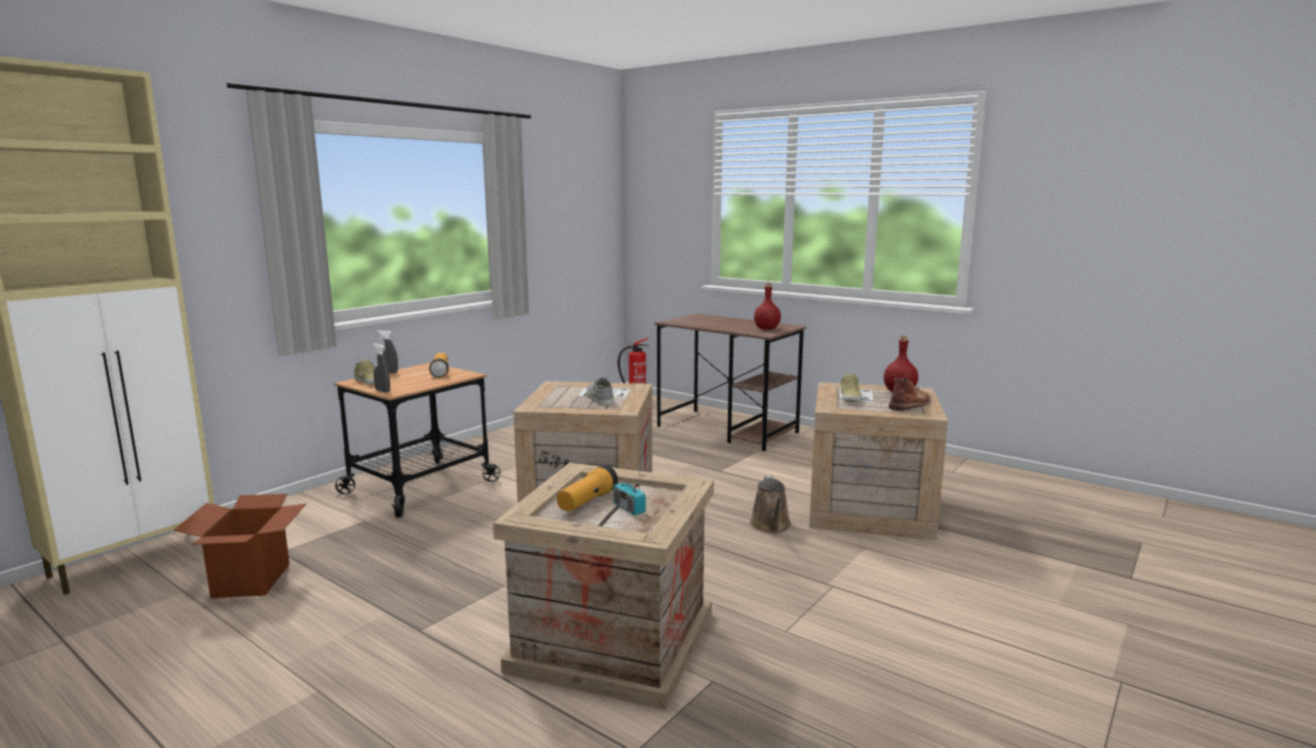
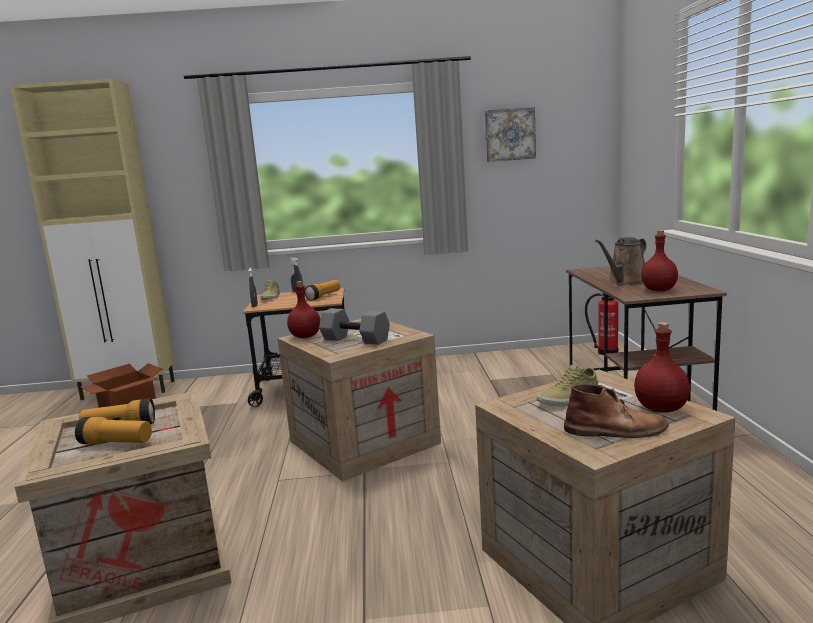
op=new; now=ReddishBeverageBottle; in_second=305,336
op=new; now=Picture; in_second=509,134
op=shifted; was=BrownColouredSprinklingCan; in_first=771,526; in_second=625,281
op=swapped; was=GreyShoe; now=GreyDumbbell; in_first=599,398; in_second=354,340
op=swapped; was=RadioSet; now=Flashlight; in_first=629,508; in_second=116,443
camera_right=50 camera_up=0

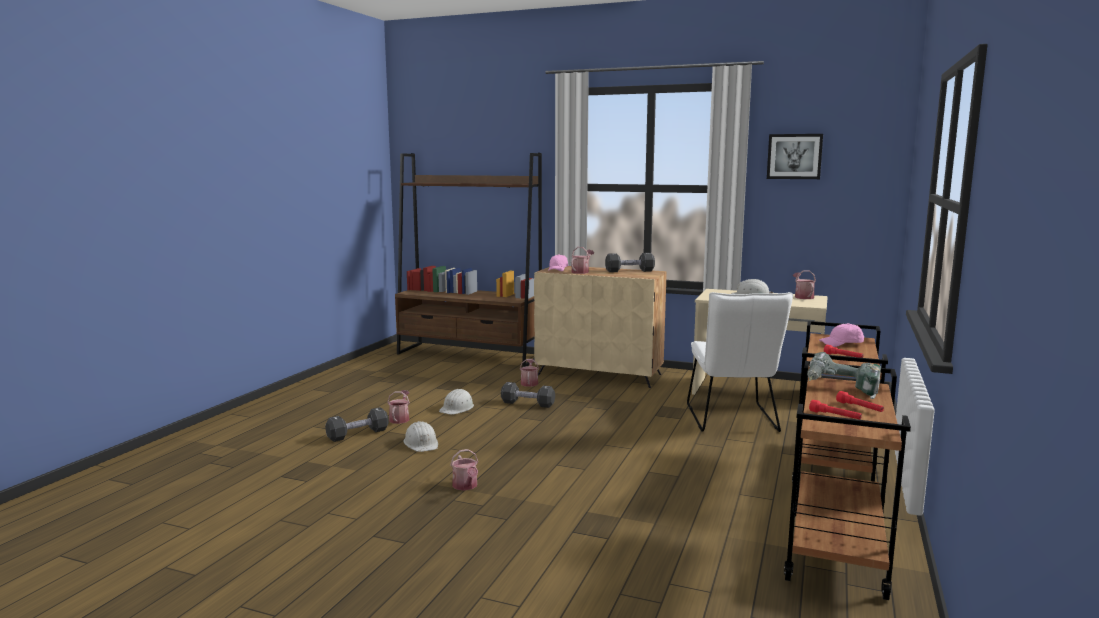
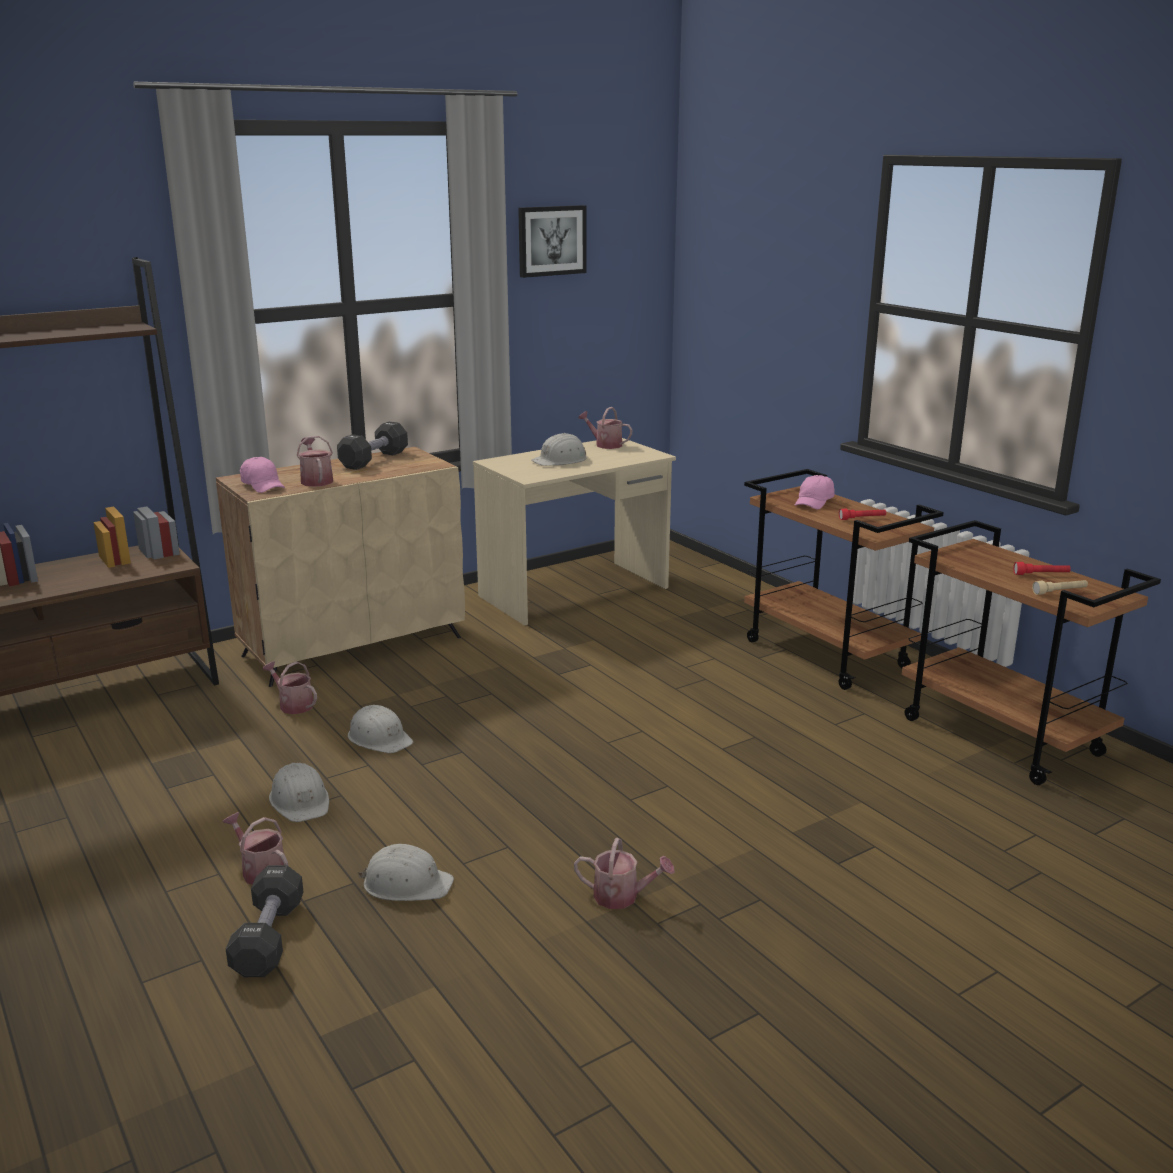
op=gone; was=WhiteColouredPlainChair; in_first=732,420
op=gone; was=Drill; in_first=841,389
op=swapped; was=BlackDumbbell; now=WhiteColouredSafetyHelmet; in_first=527,404; in_second=379,738
op=repainted; was=ReddishFlashlight; now=BeigeColouredFlashlight; in_first=835,416; in_second=1060,592
camera_right=-55 camera_up=10

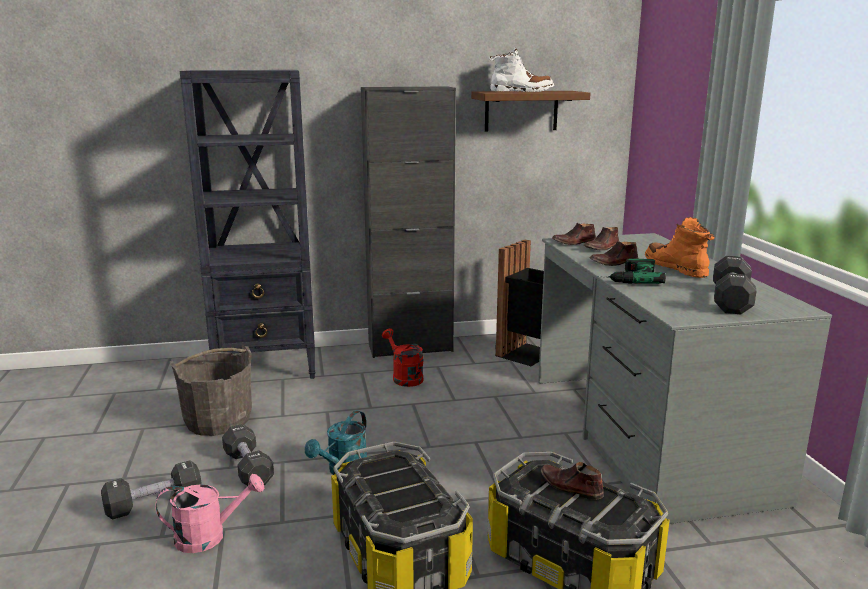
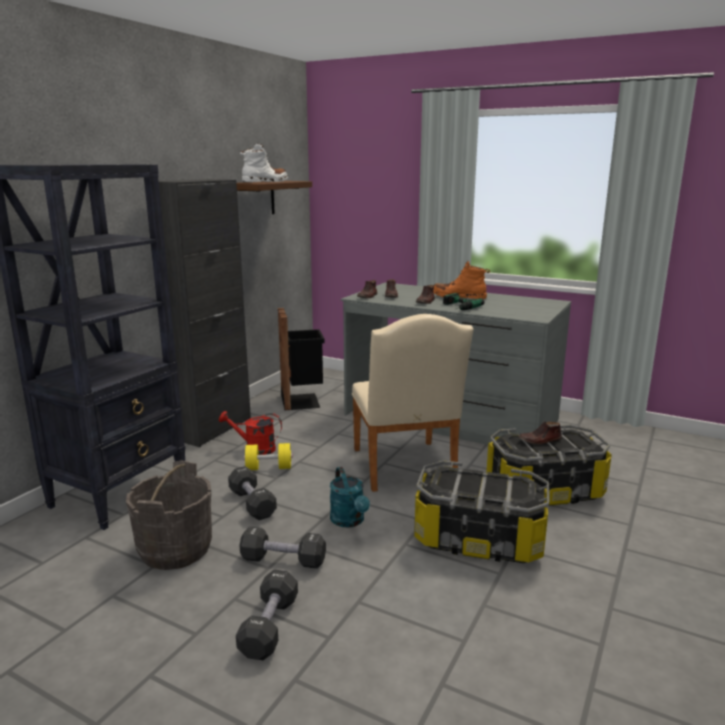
op=gone; was=PinkishSprinklingCan; in_first=209,536
op=new; now=YellowishDumbbell; in_second=269,468
op=new; now=BeigeColouredPlainChair; in_second=405,469
op=shifted; was=BlackDumbbell; in_first=731,300; in_second=252,503
camera_right=-50 camera_up=0

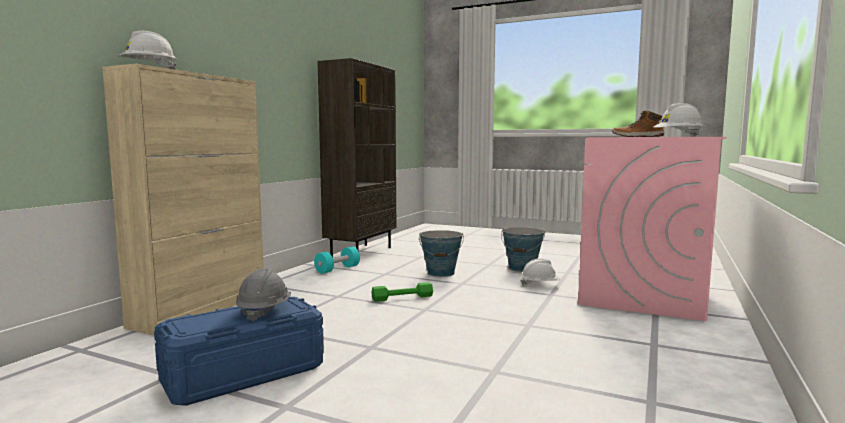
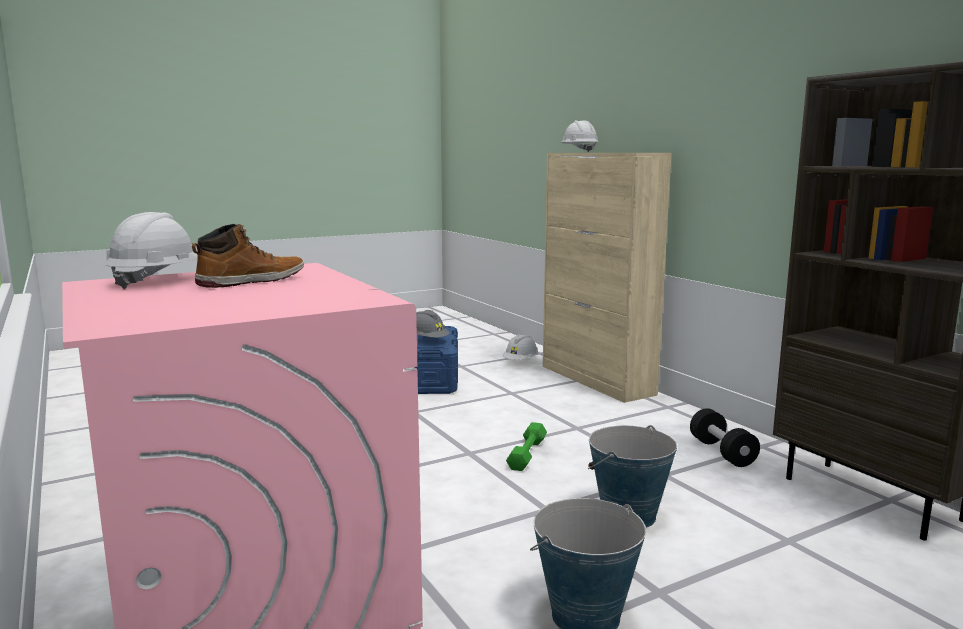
op=shifted; was=WhiteColouredSafetyHelmet; in_first=540,285; in_second=520,361
op=repainted; was=BlueGreenDumbbell; now=BlackDumbbell; in_first=337,269; in_second=722,452
camera_right=125 camera_up=5

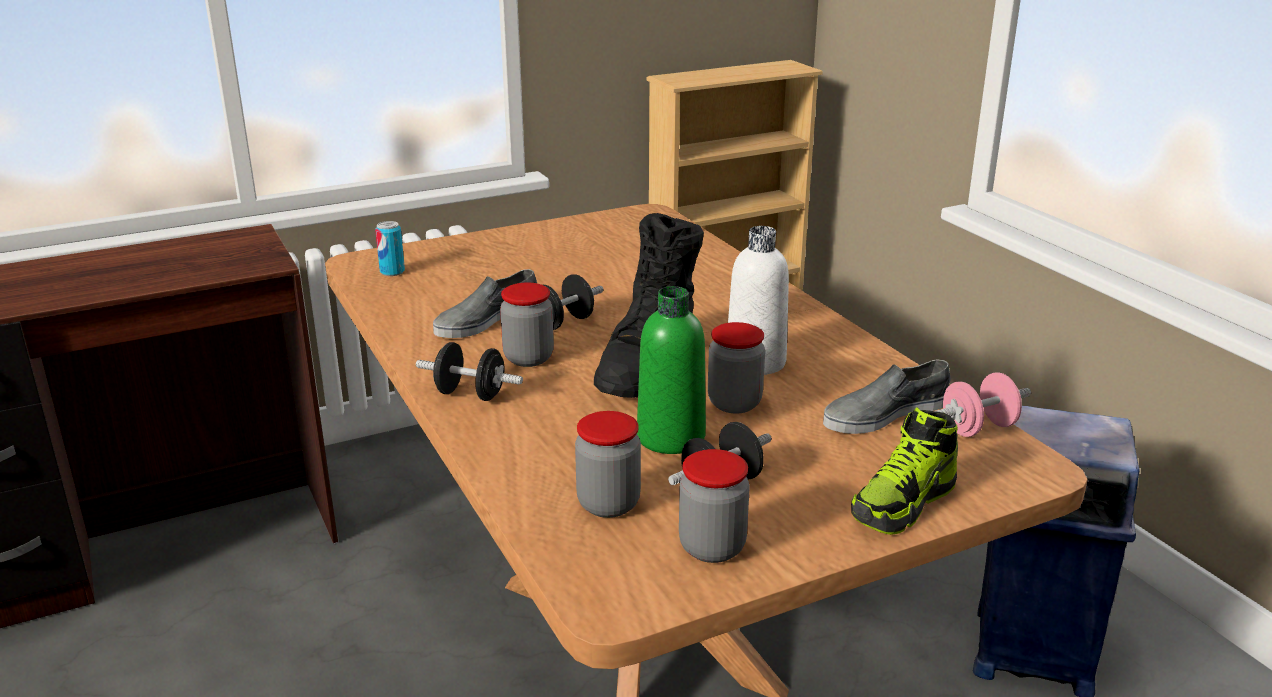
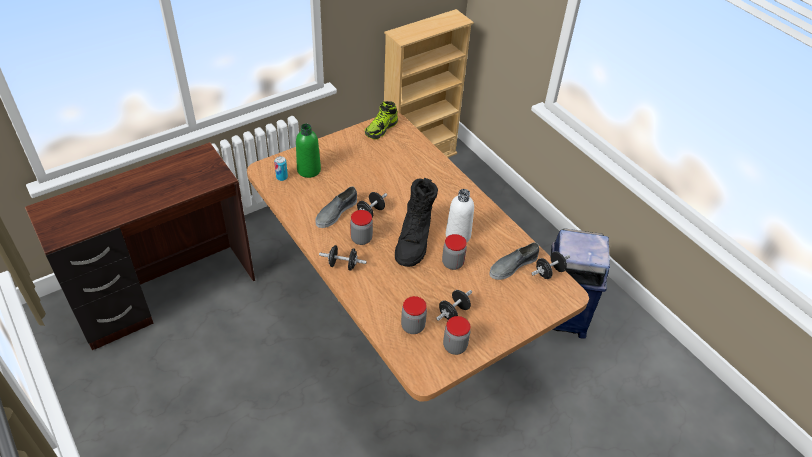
op=shifted; was=GreenishBeverageBottle; in_first=671,437; in_second=309,170
op=shifted; was=Shoe; in_first=903,503; in_second=381,129
op=repainted; was=PinkishDumbbell; now=BlackDumbbell; in_first=978,428; in_second=549,272
camera_right=-10 camera_up=20

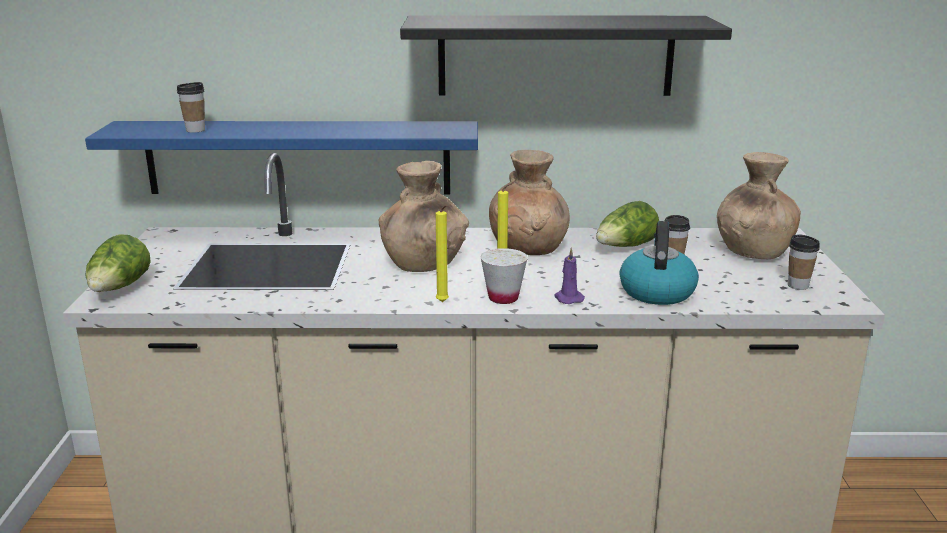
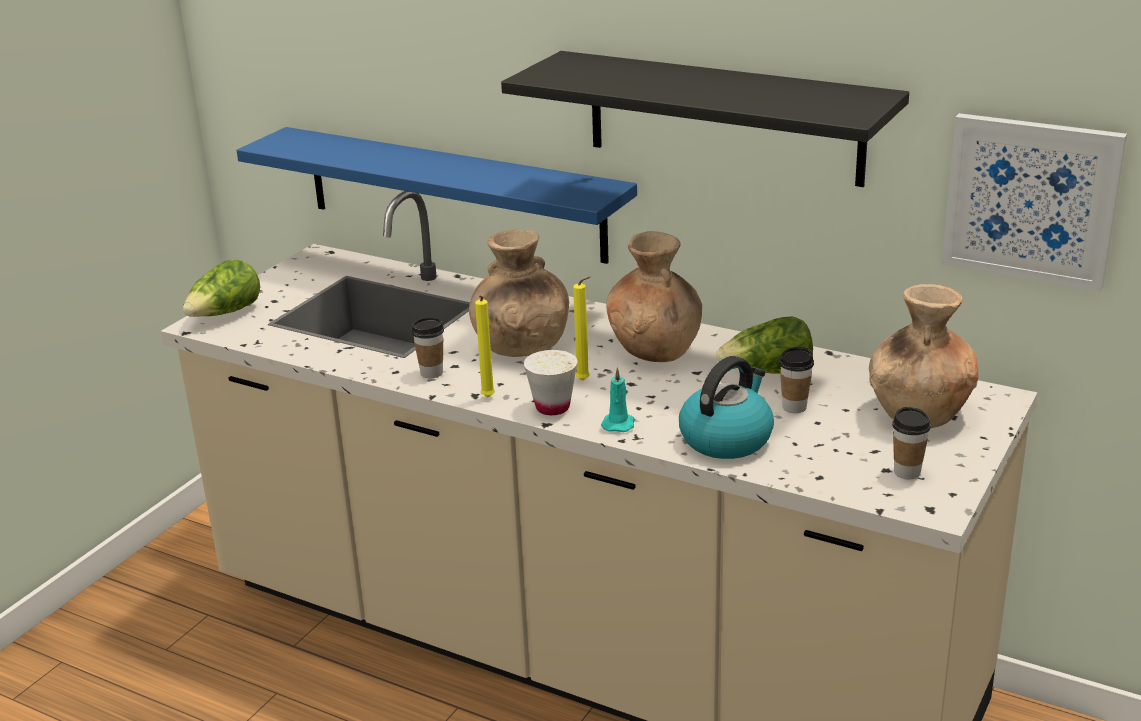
op=new; now=Picture; in_second=1031,200
op=shifted; was=SmallCup; in_first=195,130; in_second=431,373
op=repainted; was=PurpleColouredCandle; now=BlueGreenCandle; in_first=568,298; in_second=618,424
camera_right=30 camera_up=5

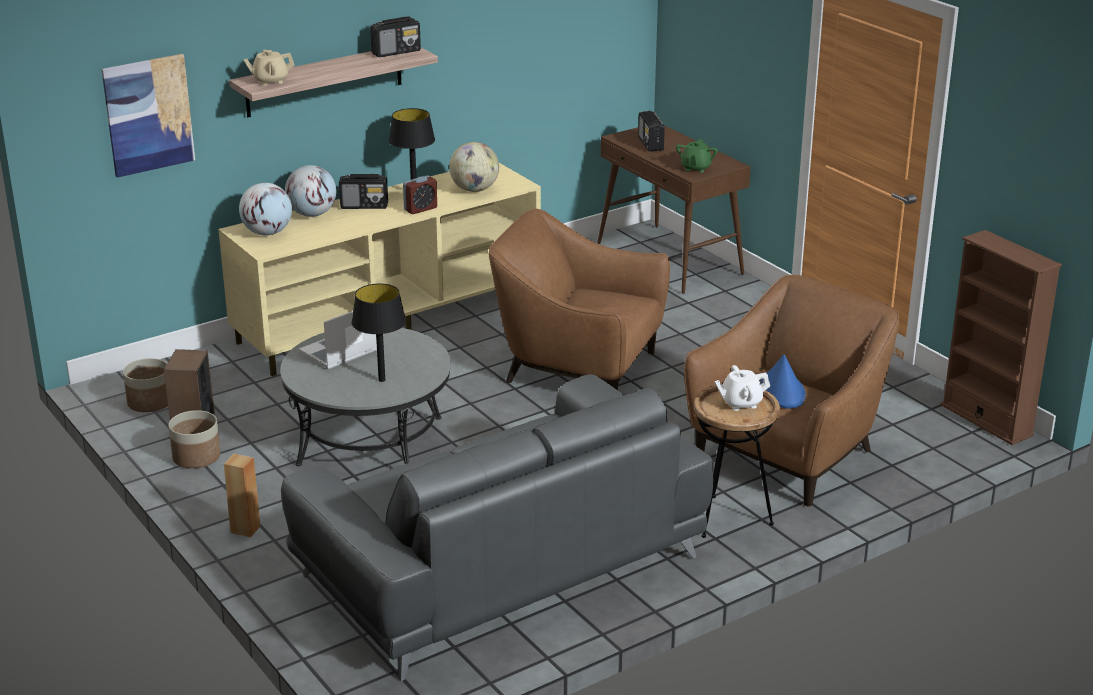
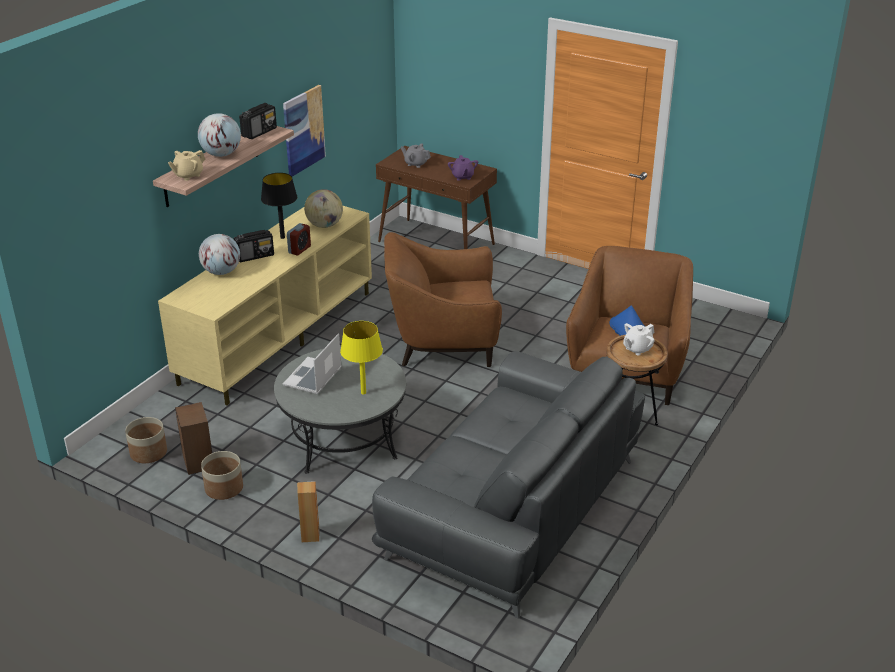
op=gone; was=BrownColouredBookcase; in_first=986,420
op=shifted; was=Picture; in_first=148,115; in_second=303,130
op=shifted; was=Globe; in_first=267,233; in_second=221,154
op=swapped; was=RadioSet; now=GreyTeapot; in_first=651,144; in_second=415,164
op=repainted; was=BlackTabletopLamp; now=YellowishTabletopLamp; in_first=382,380; in_second=363,392
op=repainted; was=GreenishTeapot; now=PurpleColouredTeapot; in_first=695,168; in_second=462,177
camera_right=-25 camera_up=5

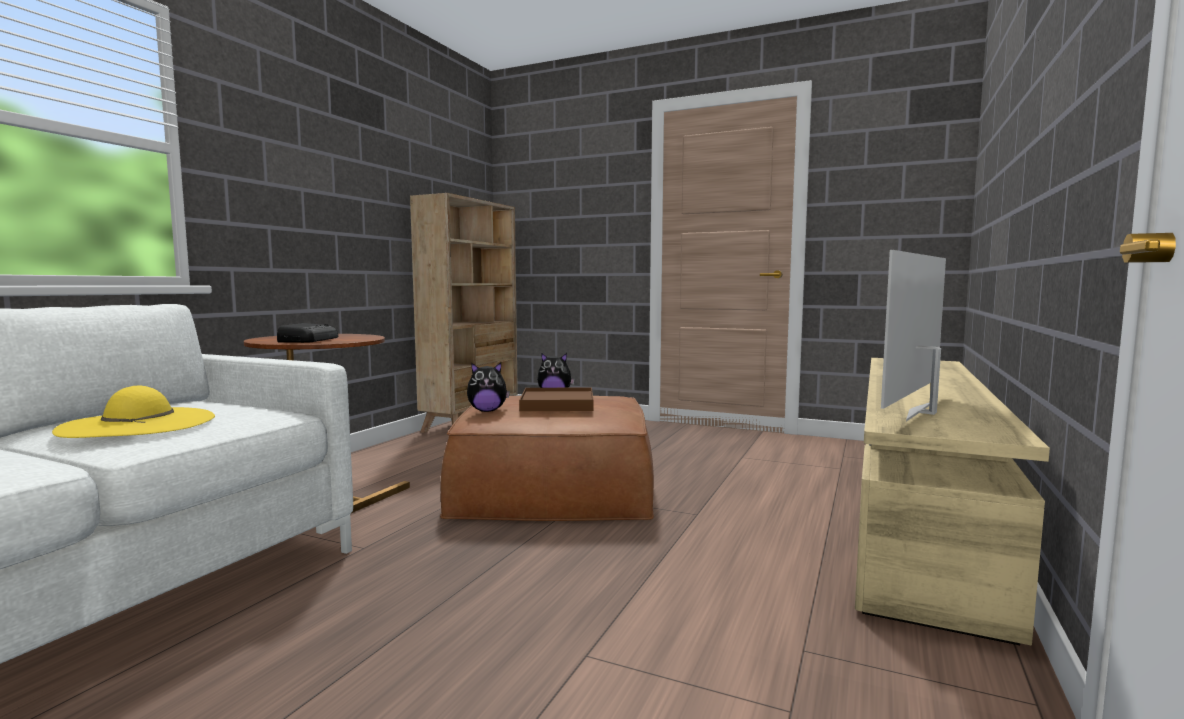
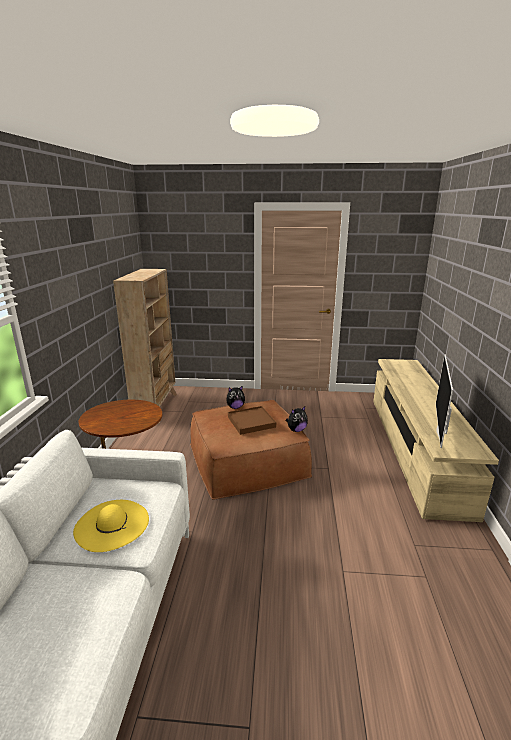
op=gone; was=RadioSet; in_first=309,340
op=shifted; was=SoftToy; in_first=487,411; in_second=296,430
camera_right=-20 camera_up=15

